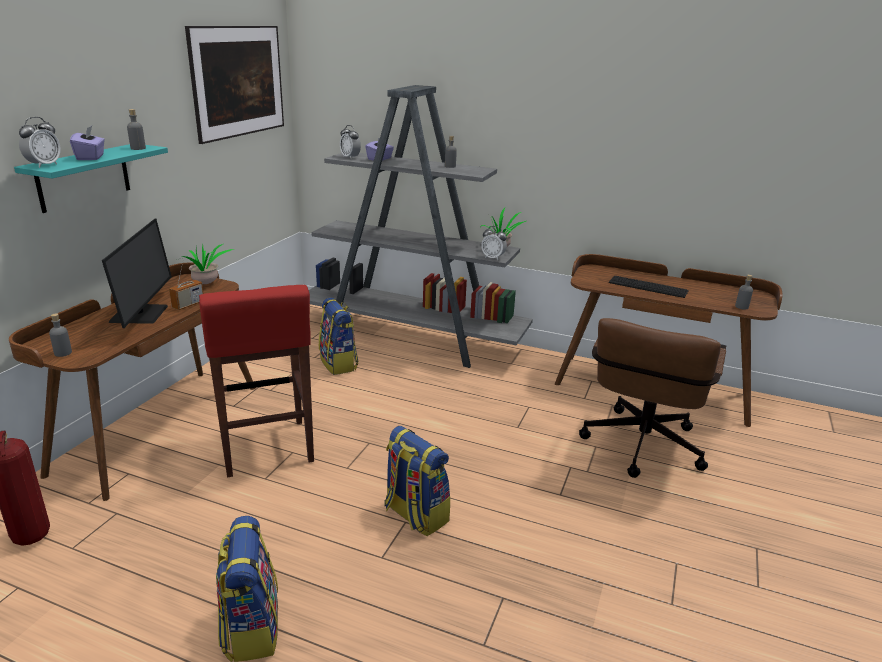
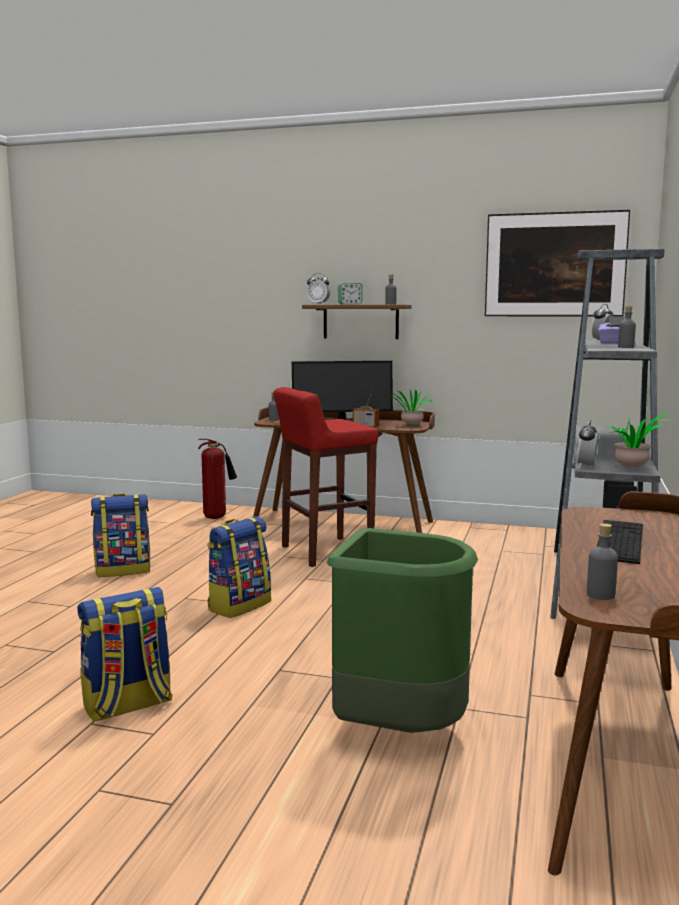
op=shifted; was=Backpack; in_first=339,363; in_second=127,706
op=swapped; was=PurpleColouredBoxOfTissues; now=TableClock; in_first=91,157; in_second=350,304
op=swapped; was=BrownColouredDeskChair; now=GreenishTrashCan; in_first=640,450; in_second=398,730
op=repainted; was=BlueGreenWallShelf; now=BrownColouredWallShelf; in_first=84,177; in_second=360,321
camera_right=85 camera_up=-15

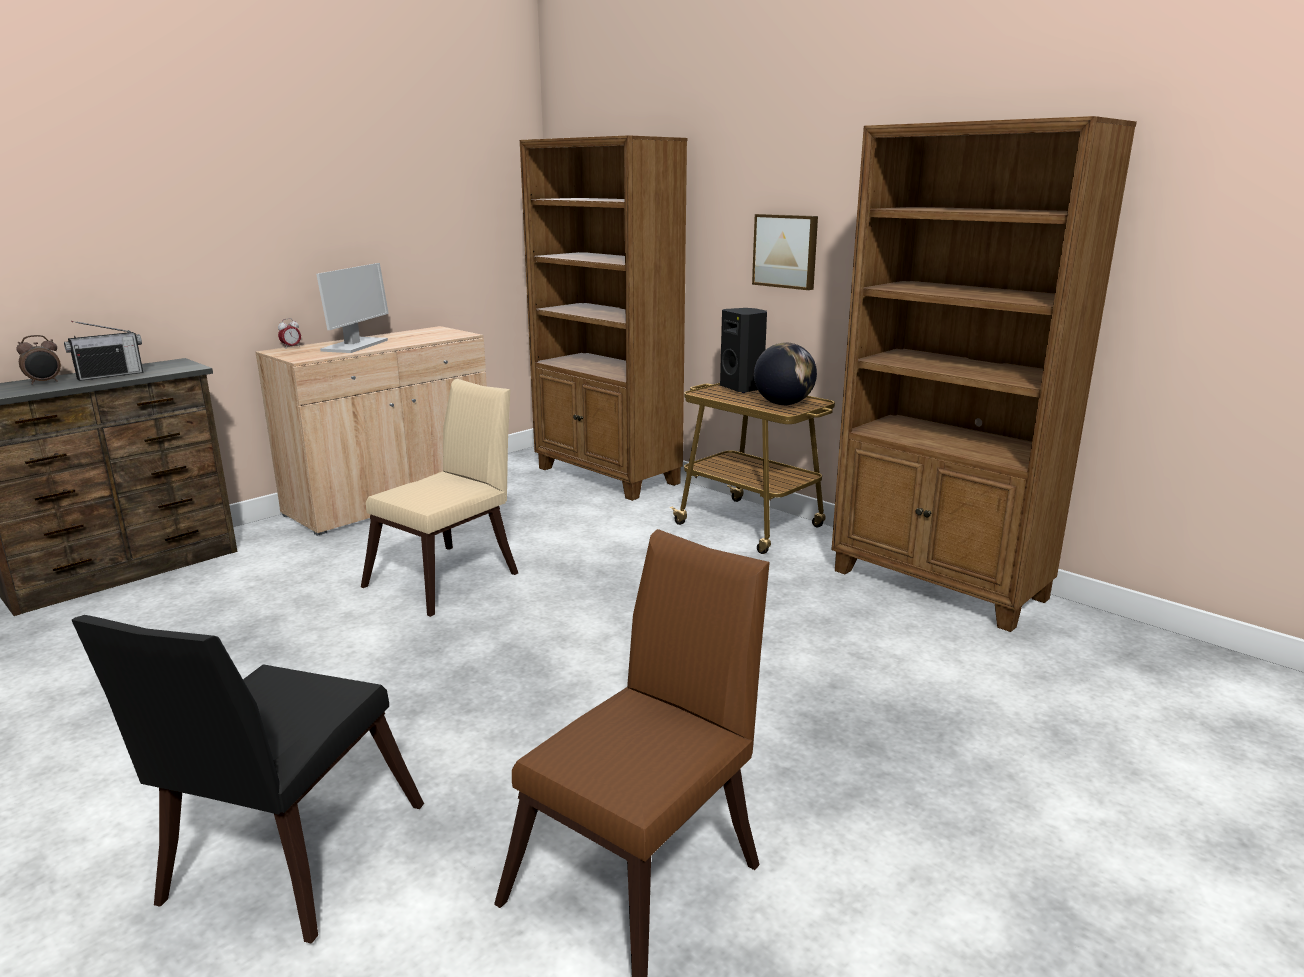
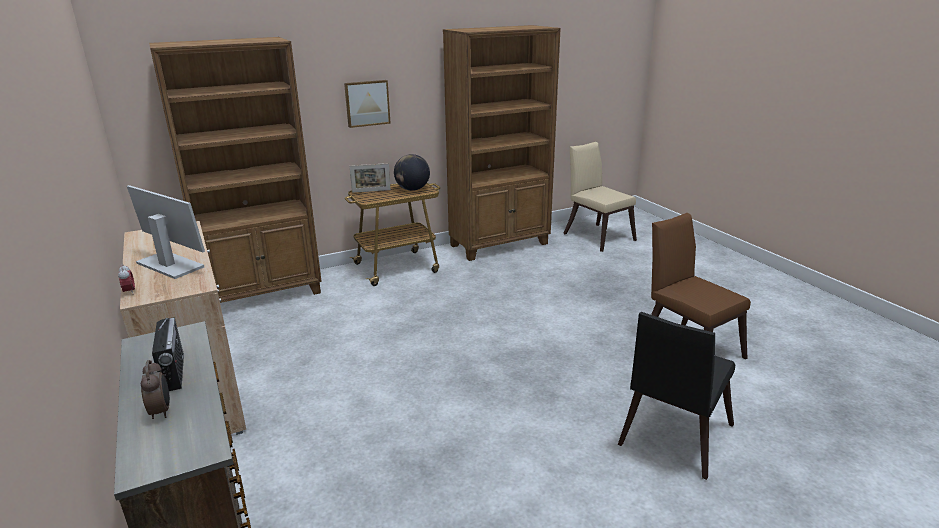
op=shifted; was=BeigeColouredPlainChair; in_first=450,577; in_second=596,236
op=swapped; was=BlackLoudspeaker; now=StandingFrame; in_first=743,388; in_second=371,191
op=rotated; was=BlackPlainChair; in_first=284,862; in_second=671,438; clockwise=90
camera_right=-70 camera_up=5

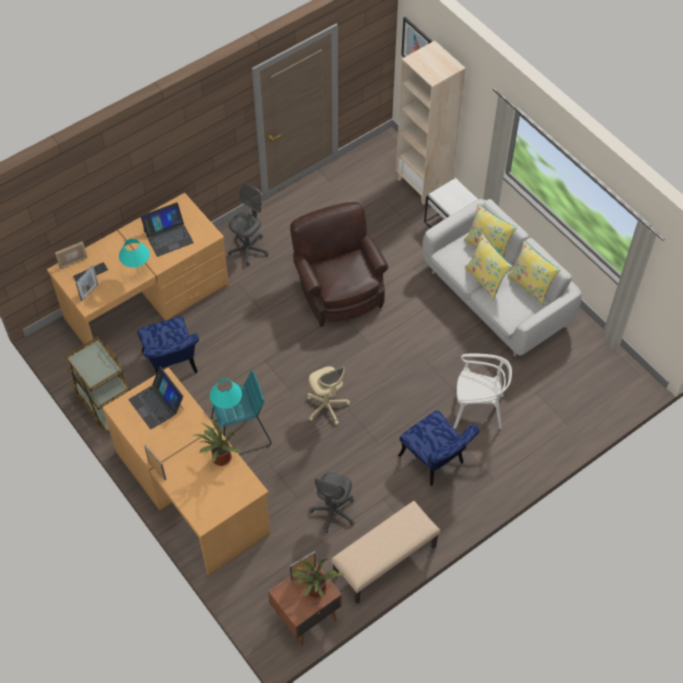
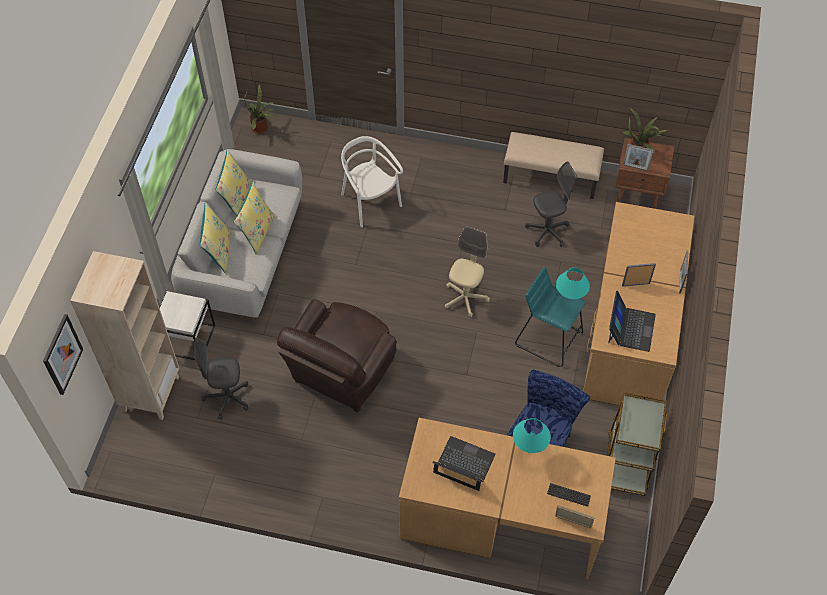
op=gone; was=BlueColouredPlainChair; in_first=435,462
op=shifted; was=StandingFrame; in_first=89,292; in_second=635,284
op=shifted; was=PottedPlant; in_first=220,459; in_second=261,128
op=shifted; was=GreyDeskChair; in_first=248,249; in_second=227,398
camera_right=-130 camera_up=0

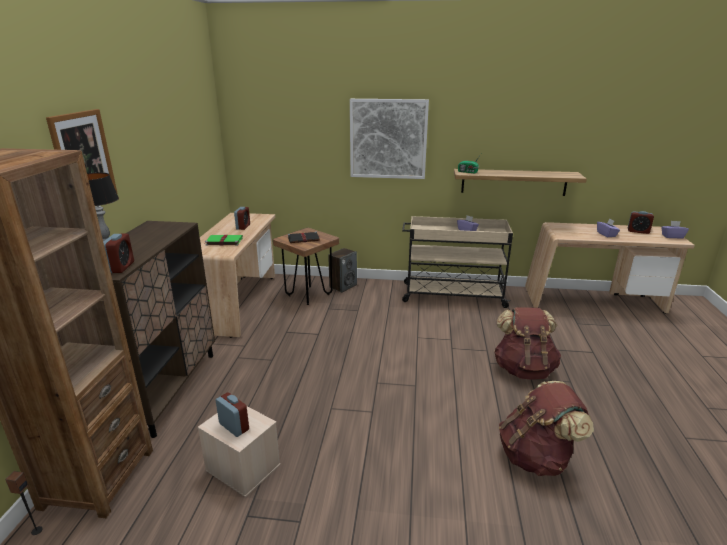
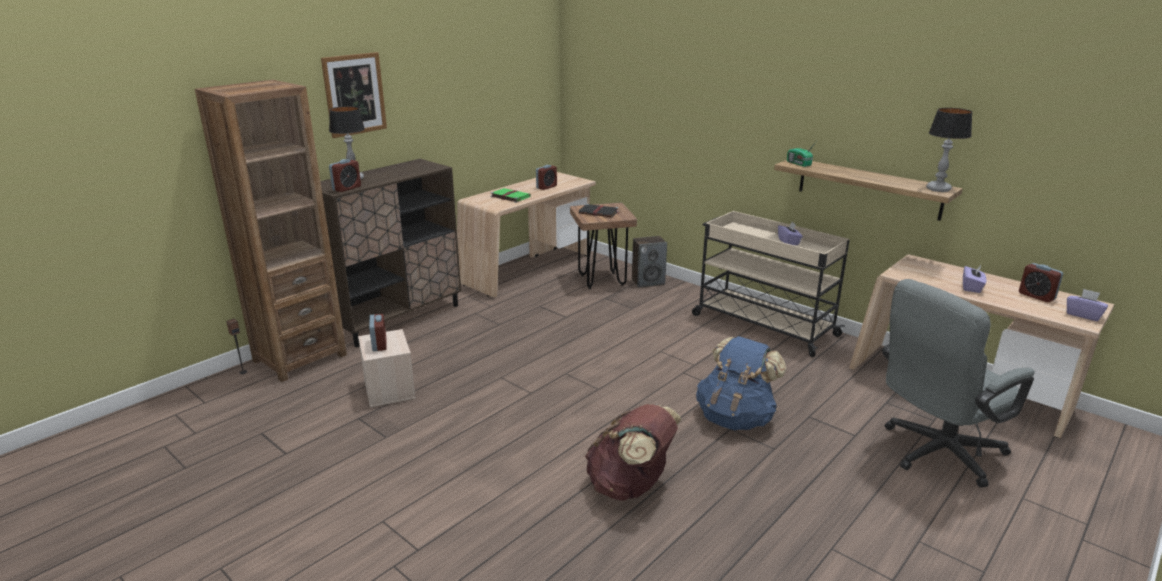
op=gone; was=Picture; in_first=388,139
op=new; now=GreyDeskChair; in_second=935,454
op=new; now=TabletopLamp; in_second=938,189
op=repainted; was=BrownColouredBackpack; now=BlueColouredBackpack; in_first=523,369; in_second=735,418
camera_right=35 camera_up=0

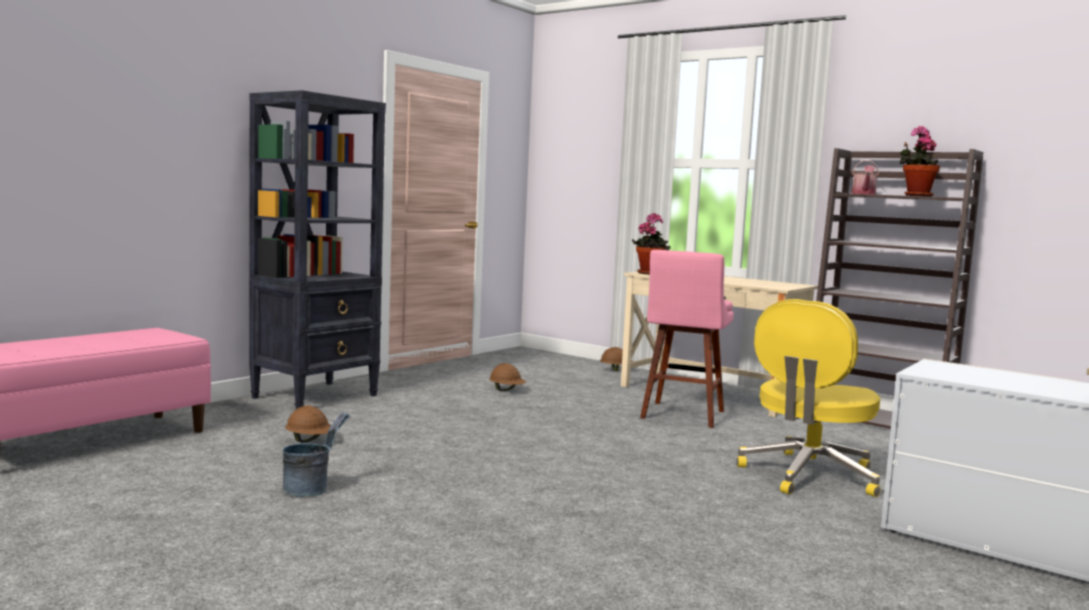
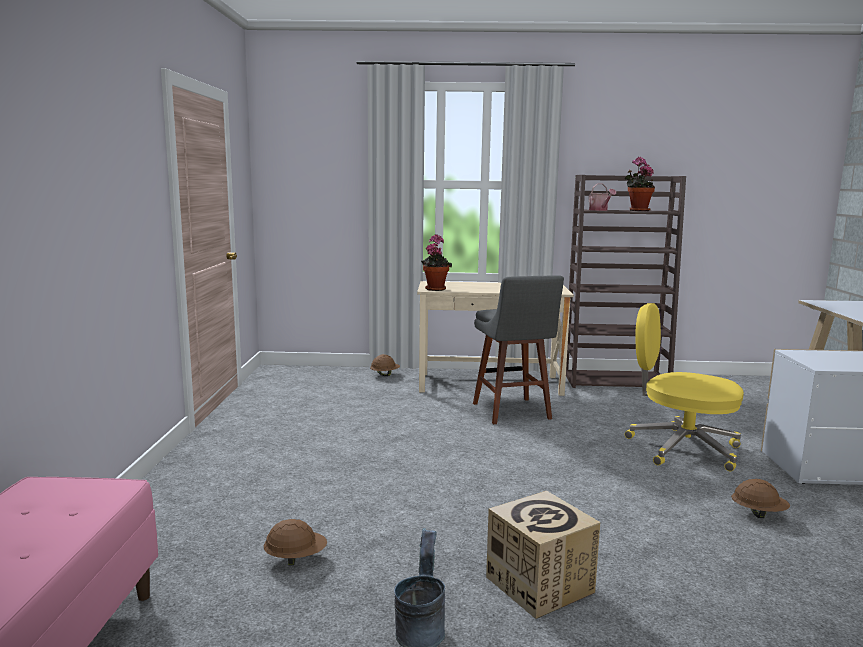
op=gone; was=BlackBookcase; in_first=316,396
op=new; now=PackingBox; in_second=539,584
op=shifted; was=BrownColouredSafetyHelmet; in_first=507,390; in_second=758,513
op=repainted; was=PinkishSittingStool; now=GreySittingStool; in_first=681,416; in_second=512,412
op=rotated; was=YellowishDeskChair; in_first=808,476; in_second=681,448; clockwise=120
camera_right=-35 camera_up=5

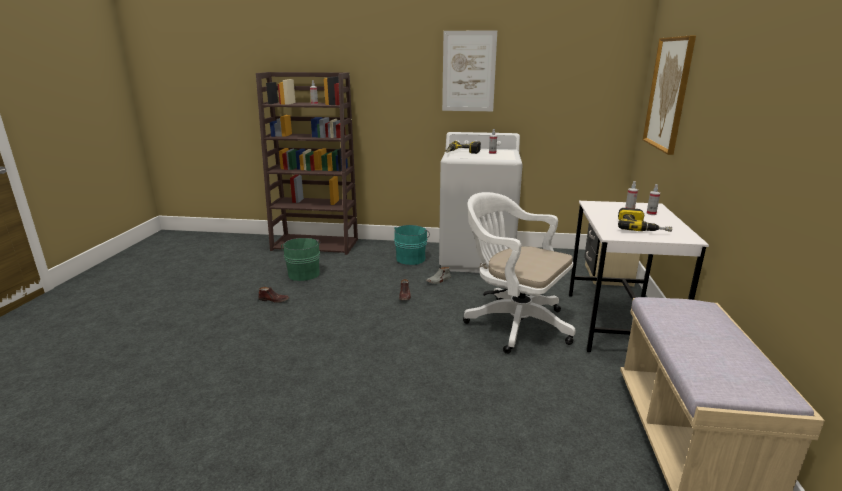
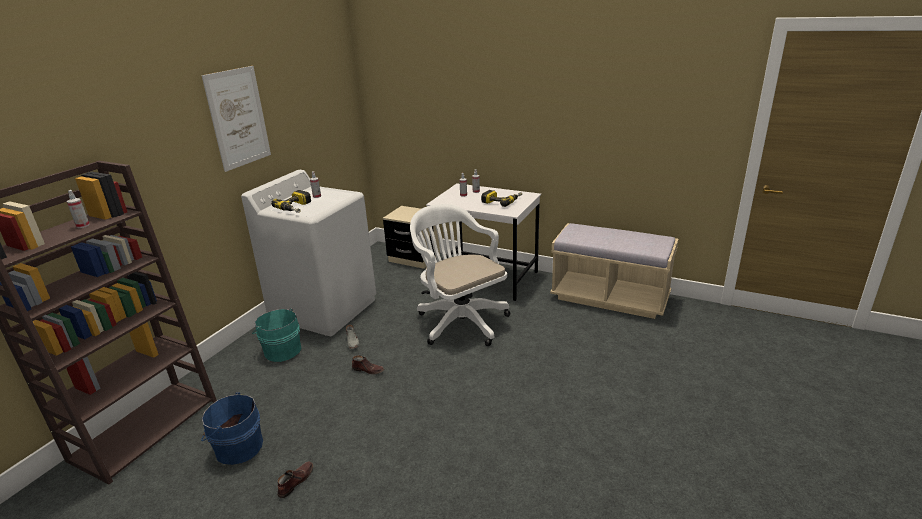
op=gone; was=Picture; in_first=668,94
op=repainted; was=GreenishPail; now=BlueColouredPail; in_first=304,273; in_second=237,447
op=rotated; was=WhiteColouredDeskChair; in_first=513,323; in_second=459,320; clockwise=90
camera_right=-70 camera_up=5

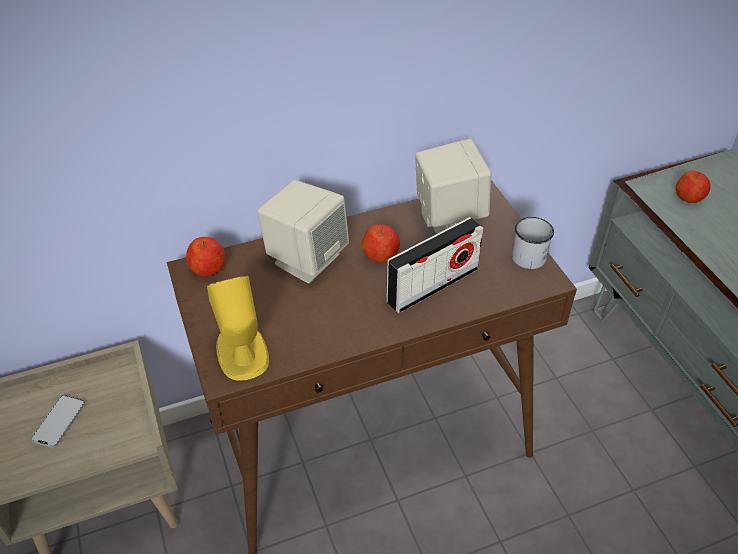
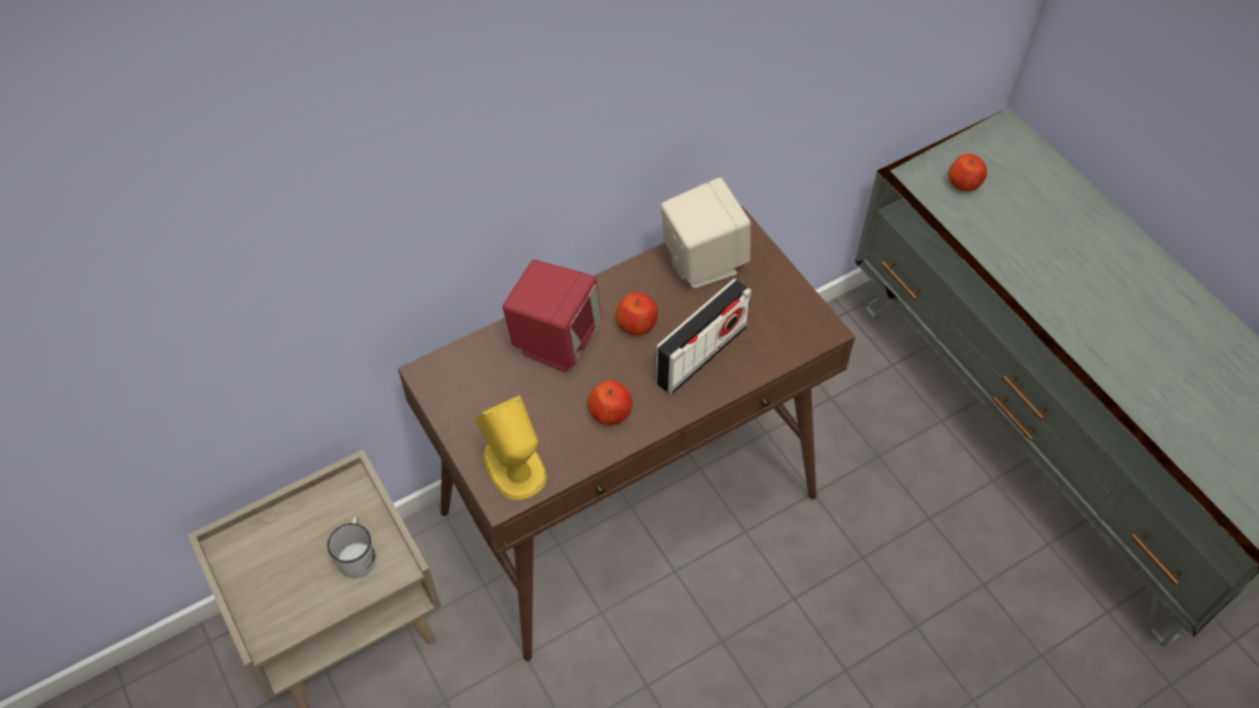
op=gone; was=Telephone; in_first=59,422
op=shifted; was=WholeApple; in_first=208,268; in_second=610,413
op=shifted; was=WhiteColouredCoffeeMug; in_first=529,253; in_second=357,554
op=repainted; was=BeigeColouredLoudspeaker; now=ReddishLoudspeaker; in_first=306,259; in_second=555,341
camera_right=-10 camera_up=10

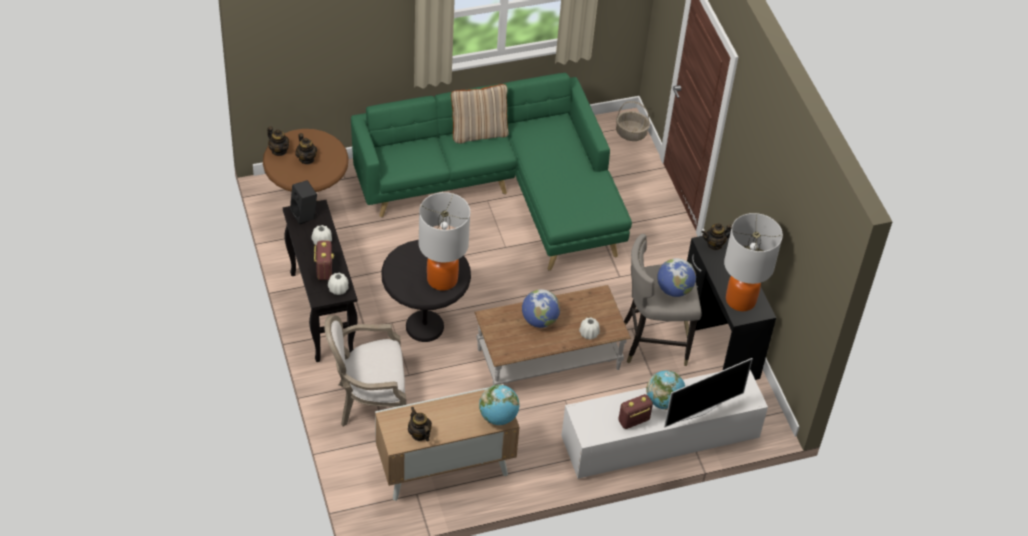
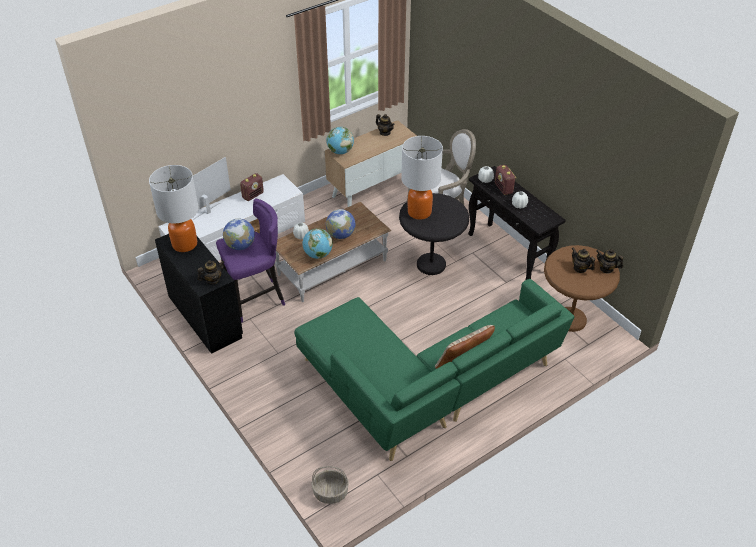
op=gone; was=BlackLoudspeaker; in_first=305,214
op=shifted; was=Globe; in_first=664,401; in_second=318,254
op=repainted; was=GreySittingStool; now=PurpleColouredSittingStool; in_first=653,343; in_second=256,299
camera_right=165 camera_up=-5

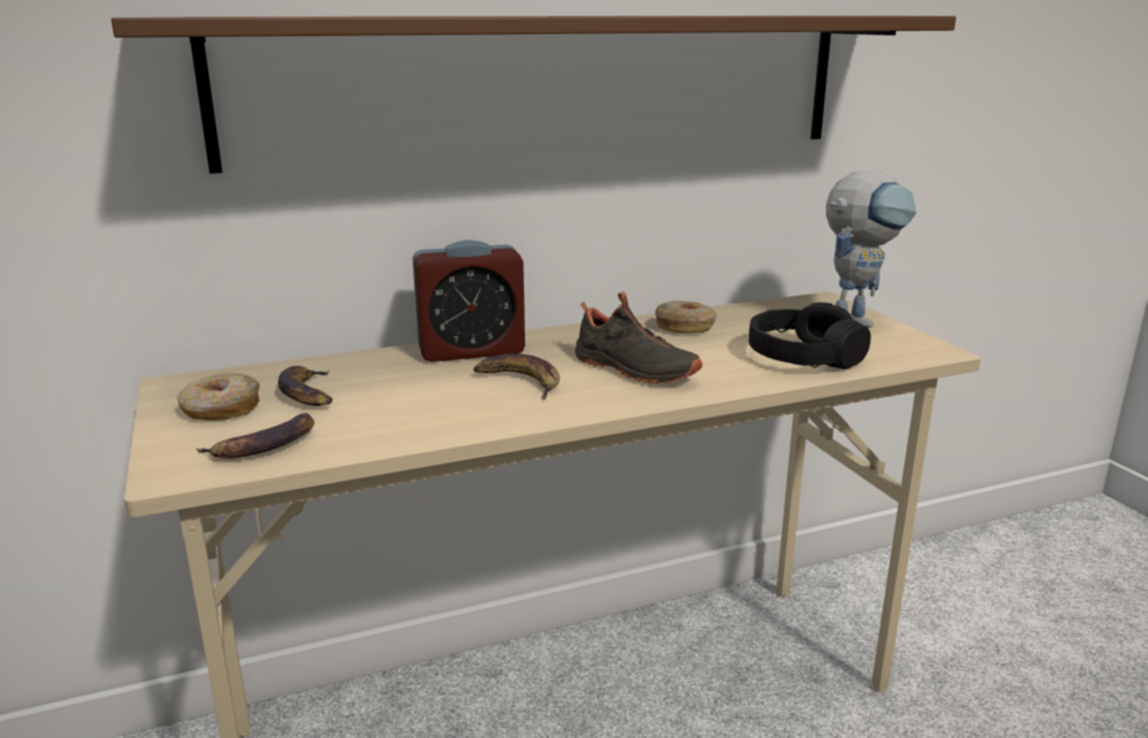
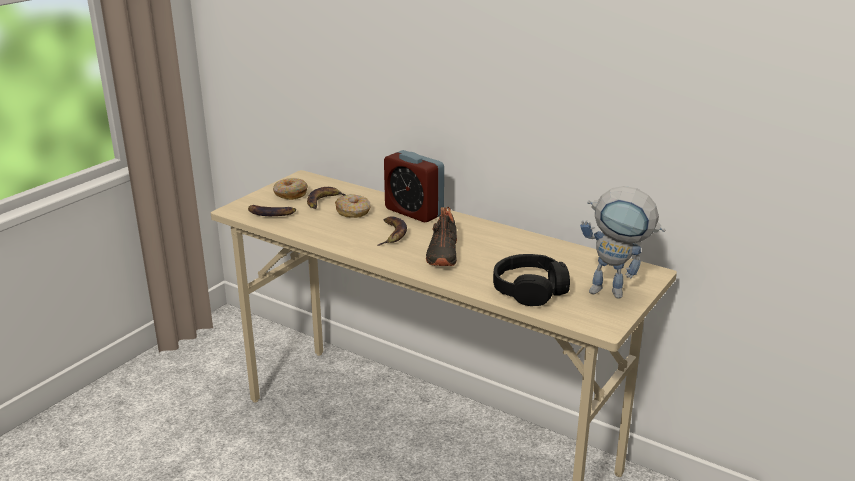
op=gone; was=BrownColouredWallShelf; in_first=550,86
op=shifted; was=Doughnut; in_first=685,327; in_second=353,212
camera_right=55 camera_up=5

